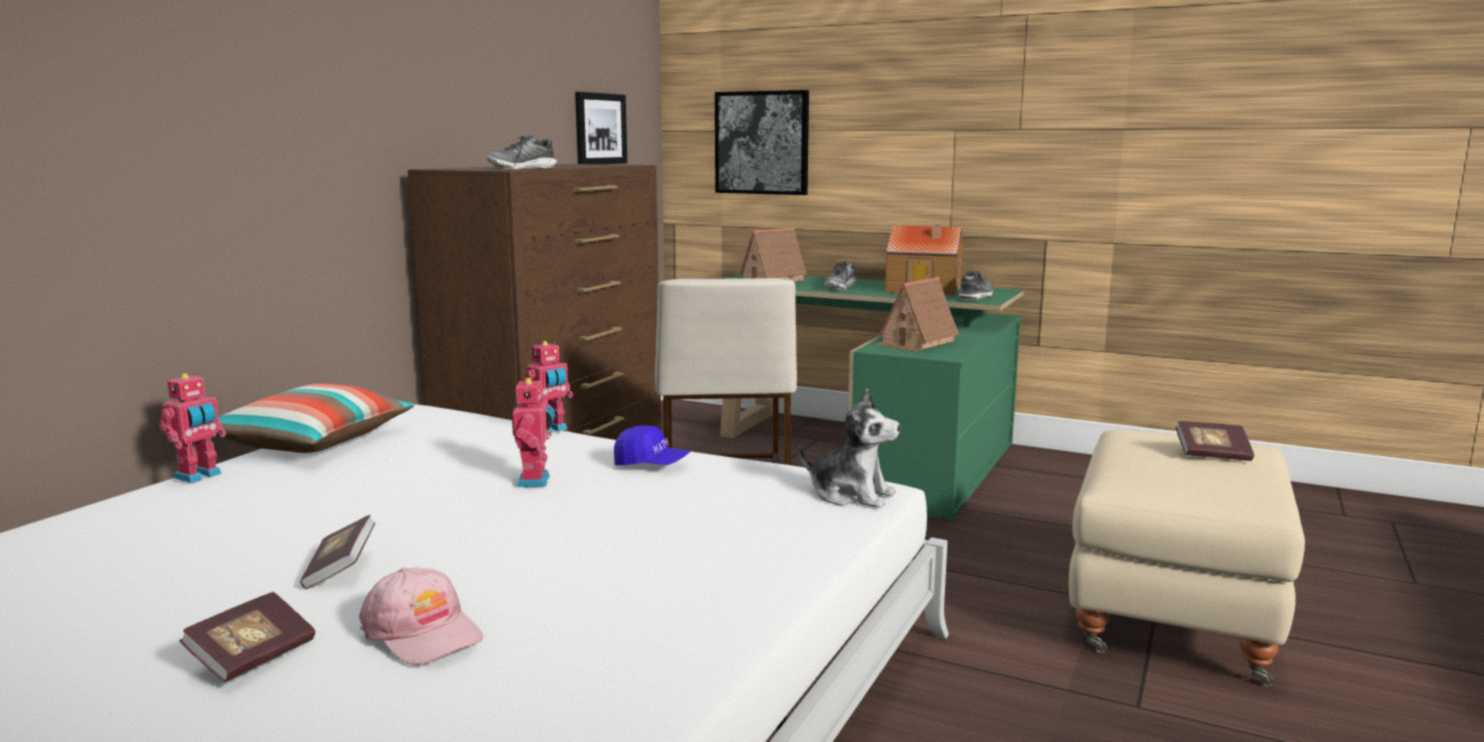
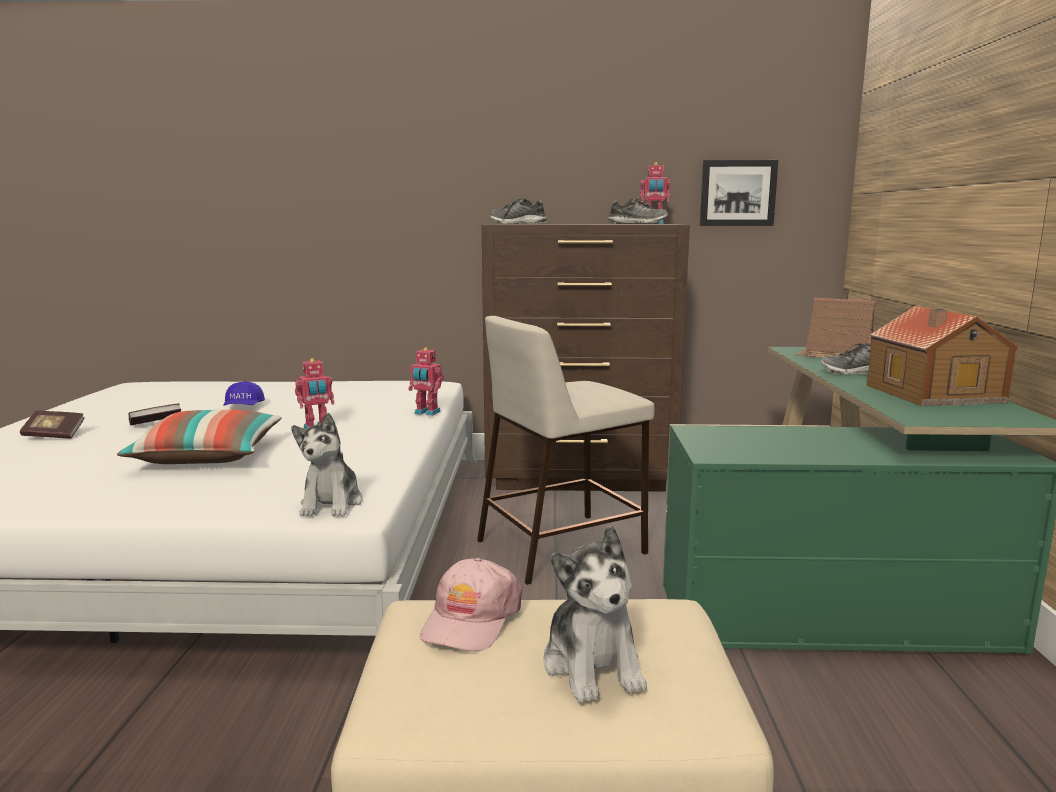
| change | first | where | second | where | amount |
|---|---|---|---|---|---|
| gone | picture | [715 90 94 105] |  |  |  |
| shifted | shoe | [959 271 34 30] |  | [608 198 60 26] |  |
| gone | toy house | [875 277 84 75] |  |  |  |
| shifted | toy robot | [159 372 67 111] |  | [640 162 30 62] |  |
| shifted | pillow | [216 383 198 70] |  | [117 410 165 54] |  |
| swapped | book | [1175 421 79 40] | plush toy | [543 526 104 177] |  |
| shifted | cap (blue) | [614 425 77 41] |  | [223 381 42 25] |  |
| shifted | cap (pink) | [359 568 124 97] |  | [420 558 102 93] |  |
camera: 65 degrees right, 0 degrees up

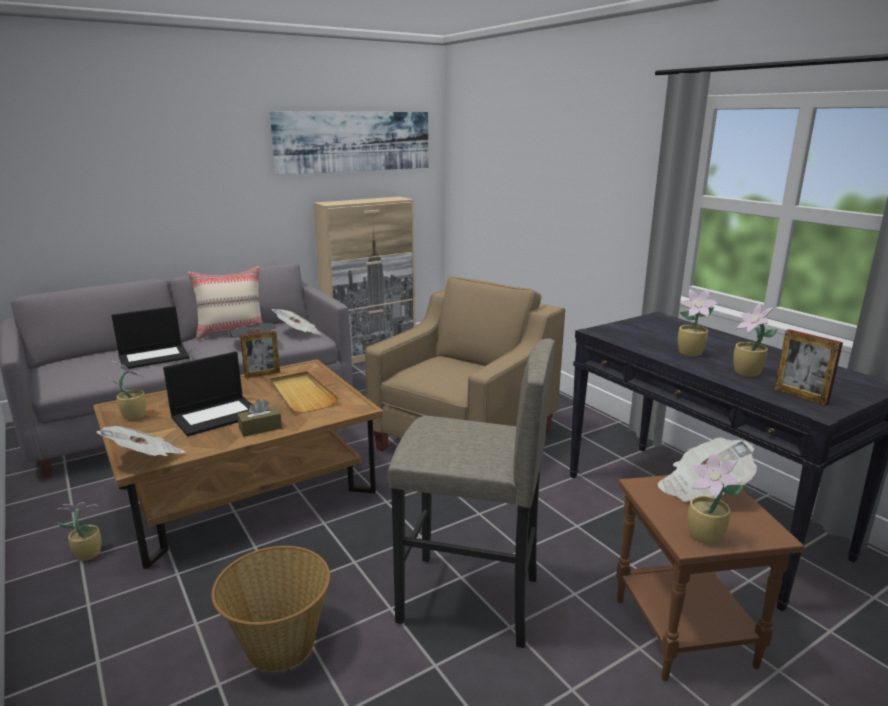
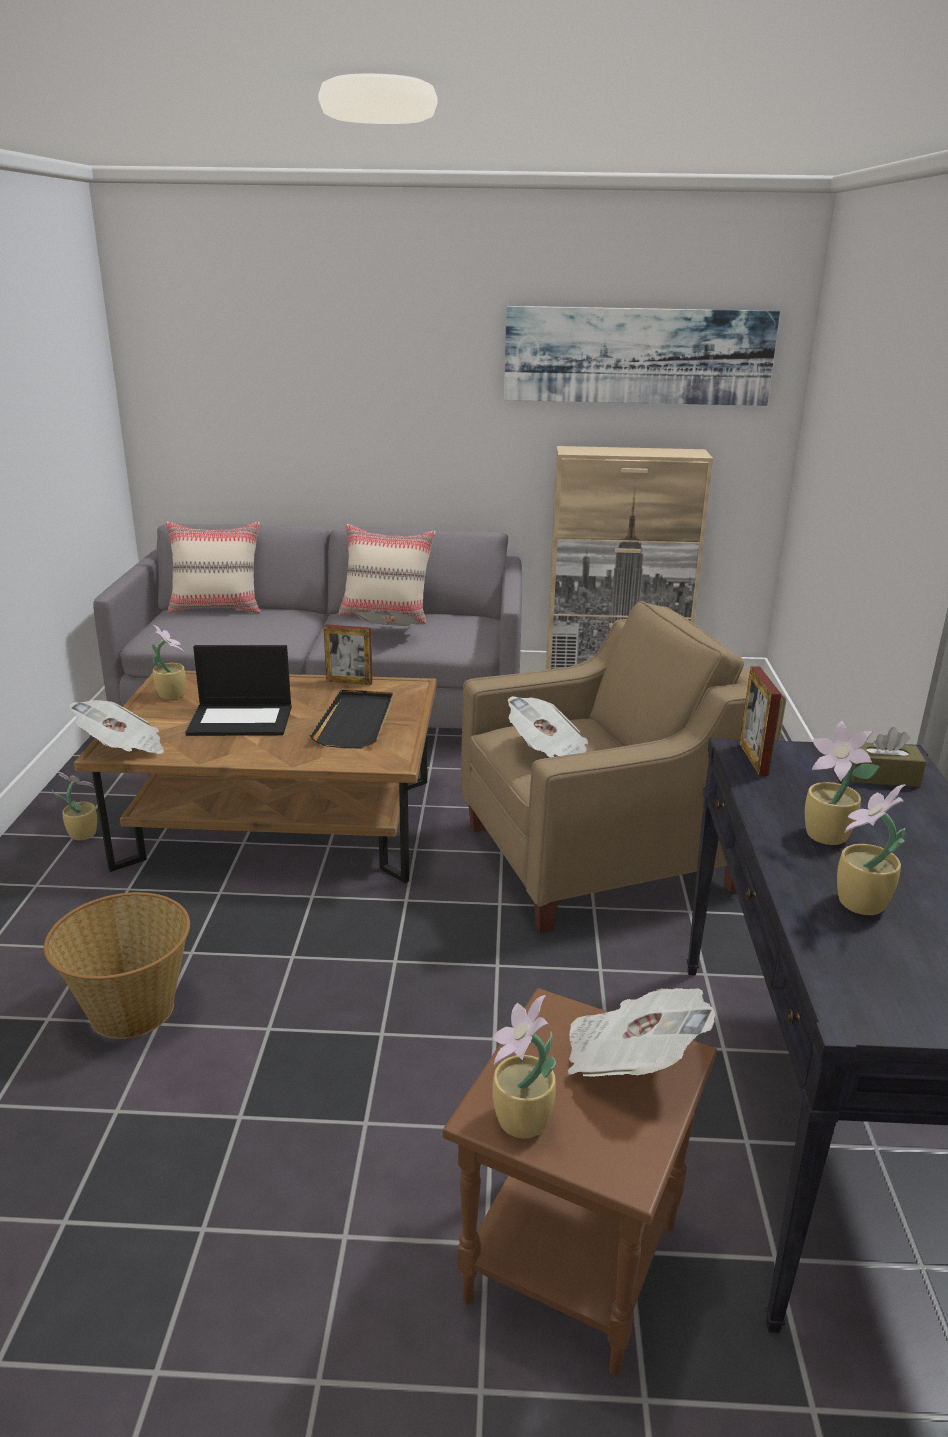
| change | first | where | second | where | amount |
|---|---|---|---|---|---|
| gone | laptop | [111 306 79 63] |  |  |  |
| shifted | newspaper | [272 309 50 26] |  | [508 696 80 61] |  |
| shifted | picture frame | [774 329 69 77] |  | [739 666 43 110] |  |
| gone | stool (grey) | [388 338 167 310] |  |  |  |
| repainted | tray (beige) | [270 371 69 42] | tray (black) | [310 690 83 58] |  |
| shifted | tissue box (brown) | [237 399 45 38] |  | [851 727 75 60] |  |
| new |  |  | pillow (beige) | [166 522 94 91] |  |
camera: 35 degrees right, 5 degrees up

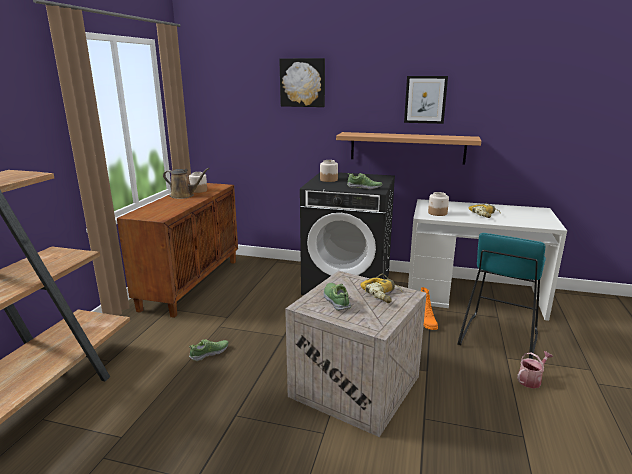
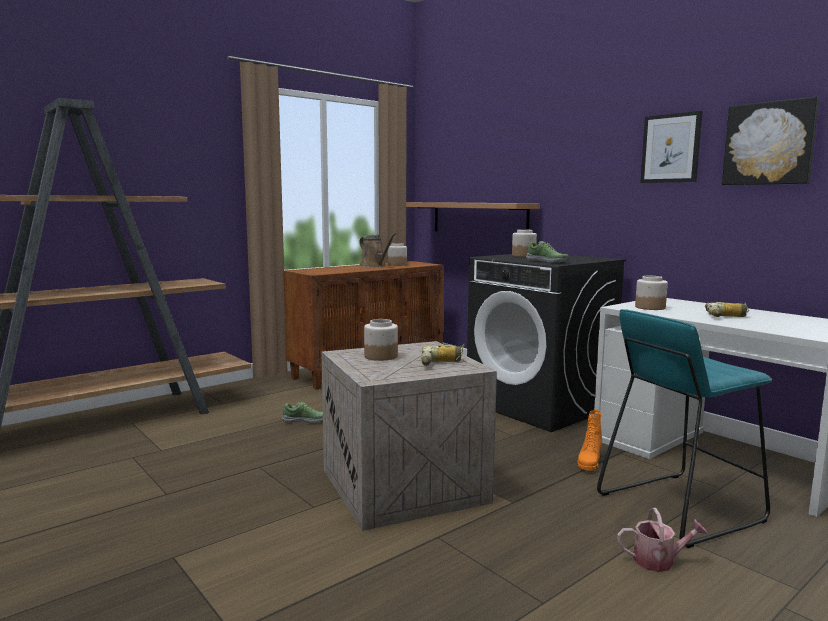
| change | first | where | second | where | amount |
|---|---|---|---|---|---|
| shifted | picture | [279 58 46 49] |  | [722 97 97 88] |  |
| shifted | shelf | [336 132 145 33] |  | [406 202 134 30] |  |
| swapped | shoe | [323 283 28 28] | jar | [364 319 34 42] |  |
camera: 35 degrees right, 10 degrees down

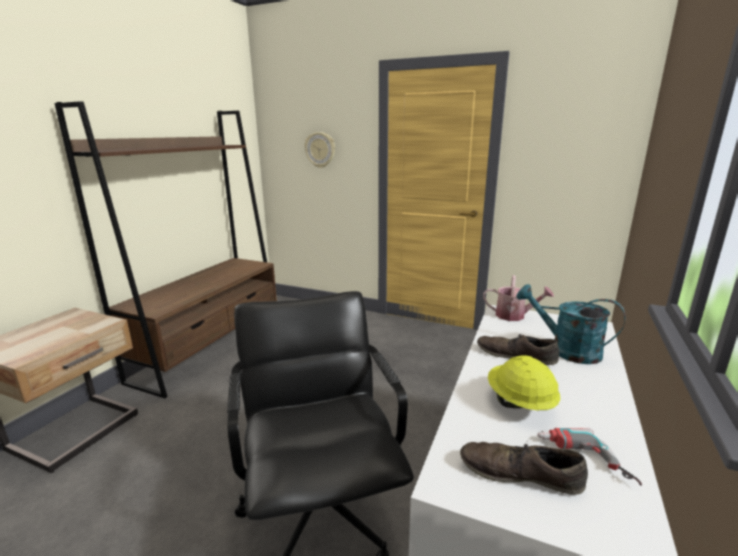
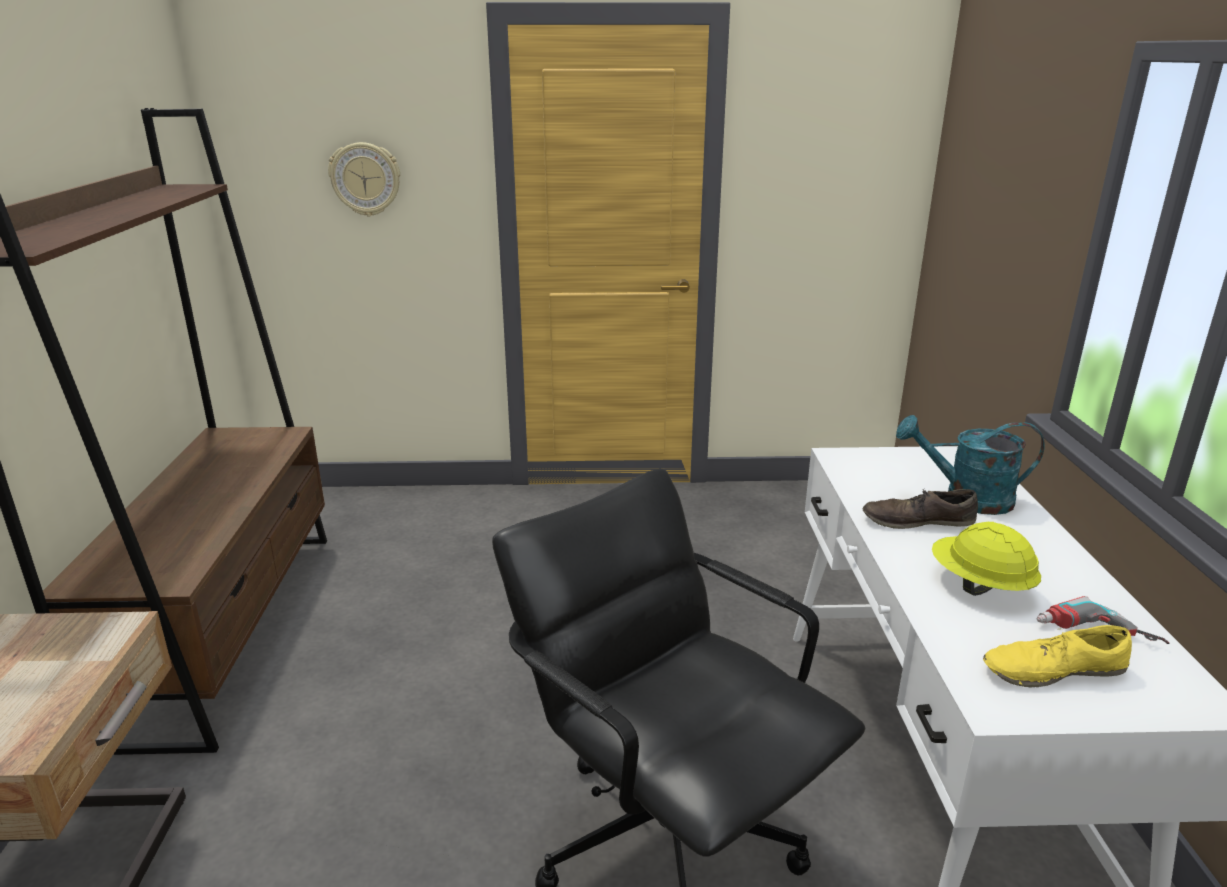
| change | first | where | second | where | amount |
|---|---|---|---|---|---|
| gone | watering can | [483 275 71 46] |  |  |  |
| repainted | shoe (brown) | [460 442 128 53] | shoe (yellow) | [983 625 149 63] |  |
camera: 25 degrees left, 5 degrees up

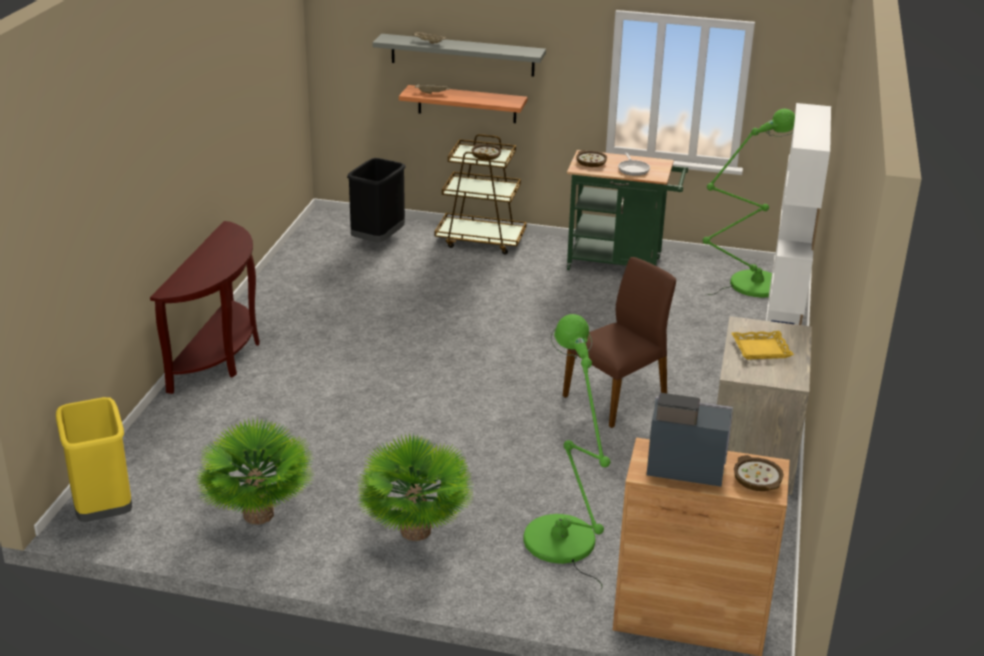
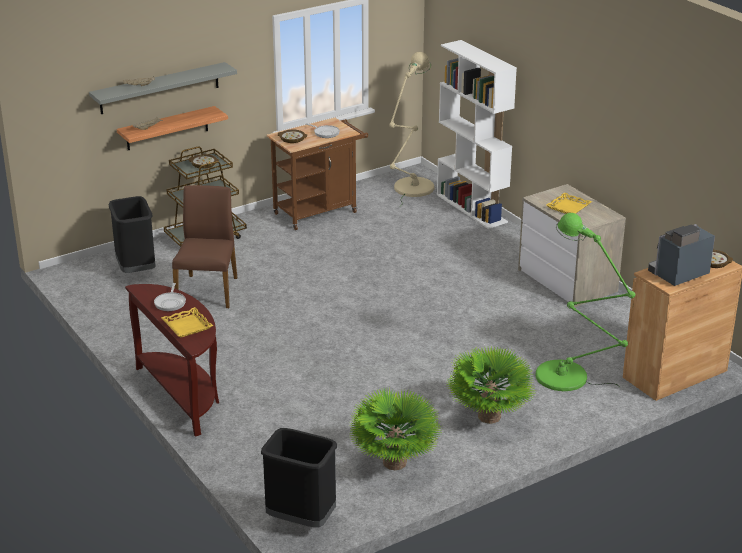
| change | first | where | second | where | amount |
|---|---|---|---|---|---|
| repainted | floor lamp (green) | [703 109 92 189] | floor lamp (beige) | [389 52 46 155] |  |
| repainted | cart (green) | [567 150 121 120] | cart (brown) | [267 118 101 112] |  |
| shifted | chair (brown) | [563 257 113 171] |  | [172 185 65 123] |  |
| repainted | trash can (yellow) | [56 397 76 125] | trash can (black) | [261 428 76 100] |  |
| new |  |  | frying pan | [154 283 32 28] |  |
| new |  |  | tray (yellow) | [161 307 52 31] |  |
camera: 45 degrees left, 0 degrees up

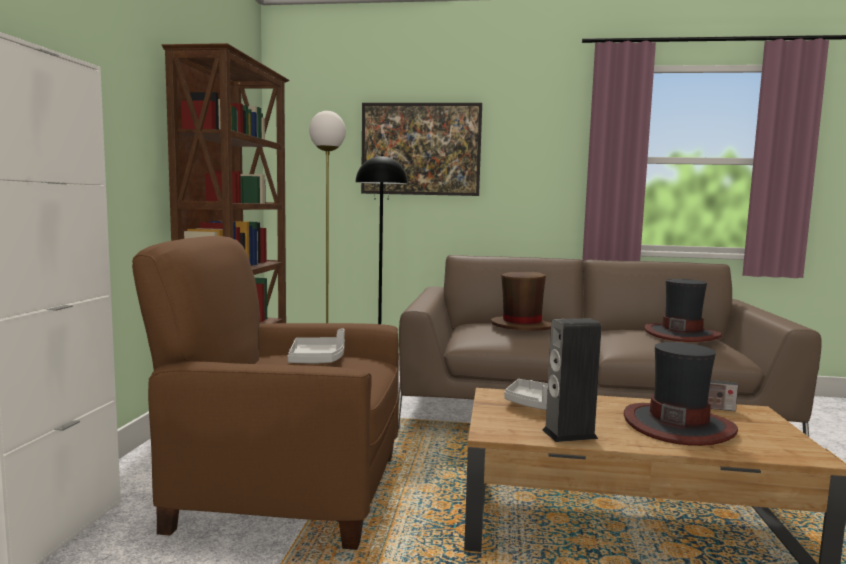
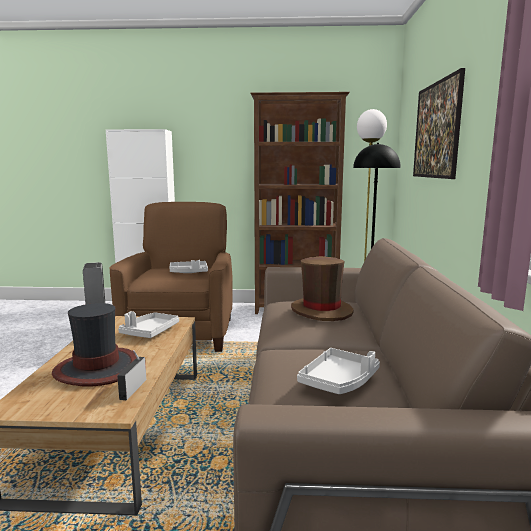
| change | first | where | second | where | amount |
|---|---|---|---|---|---|
| swapped | hat | [644 279 78 63] | tray (grey) | [297 348 83 46] |  |
camera: 85 degrees right, 5 degrees up

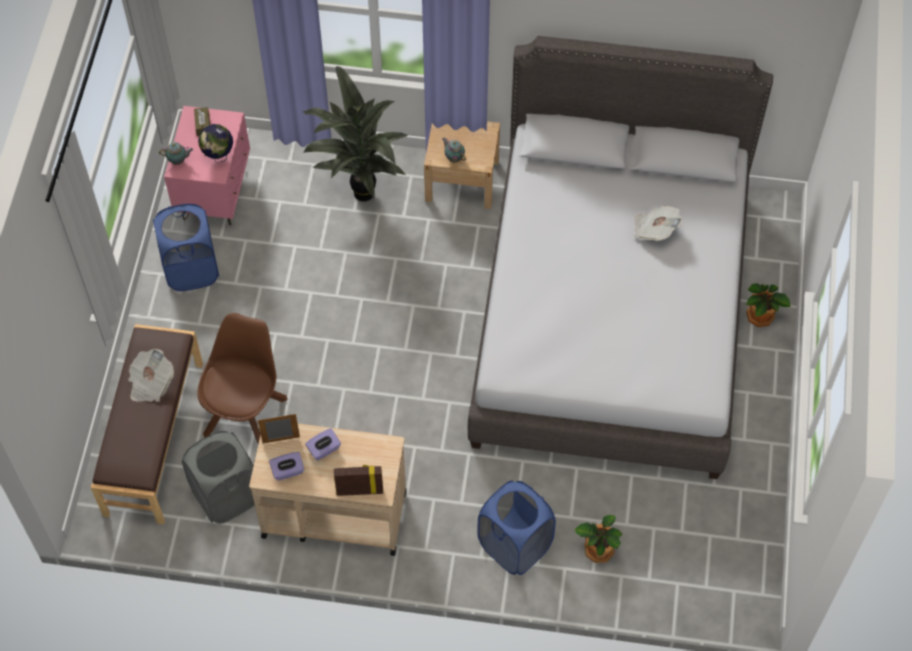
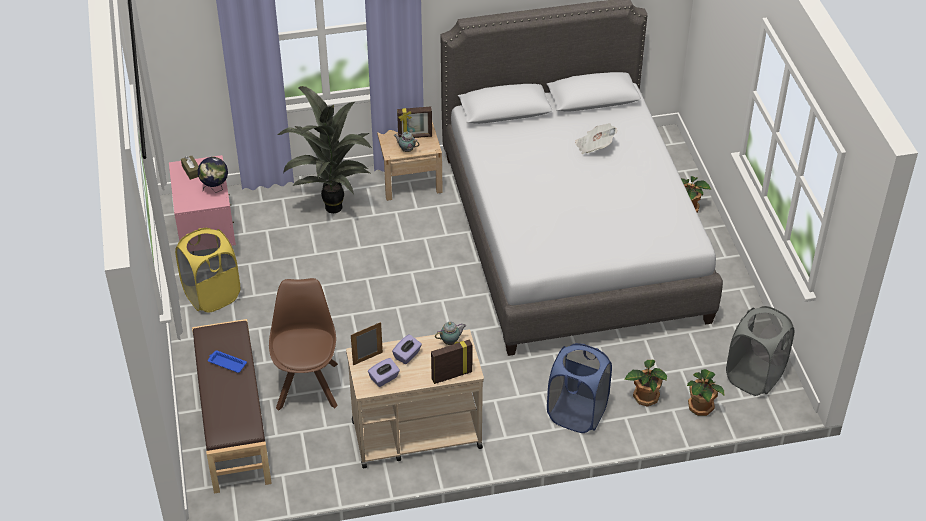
| change | first | where | second | where | amount |
|---|---|---|---|---|---|
| shifted | teapot | [159 142 34 23] |  | [435 322 31 23] |  |
| repainted | laundry basket (blue) | [153 204 66 87] | laundry basket (yellow) | [175 228 65 85] |  |
| swapped | newspaper | [128 349 46 53] | tray (blue) | [208 350 39 23] |  |
| shifted | laundry basket (grey) | [182 431 73 93] |  | [726 306 68 90] |  |
| new |  |  | picture frame | [397 107 35 31] |  |
| new |  |  | potted plant | [687 369 37 47] |  |
camera: 20 degrees left, 15 degrees down

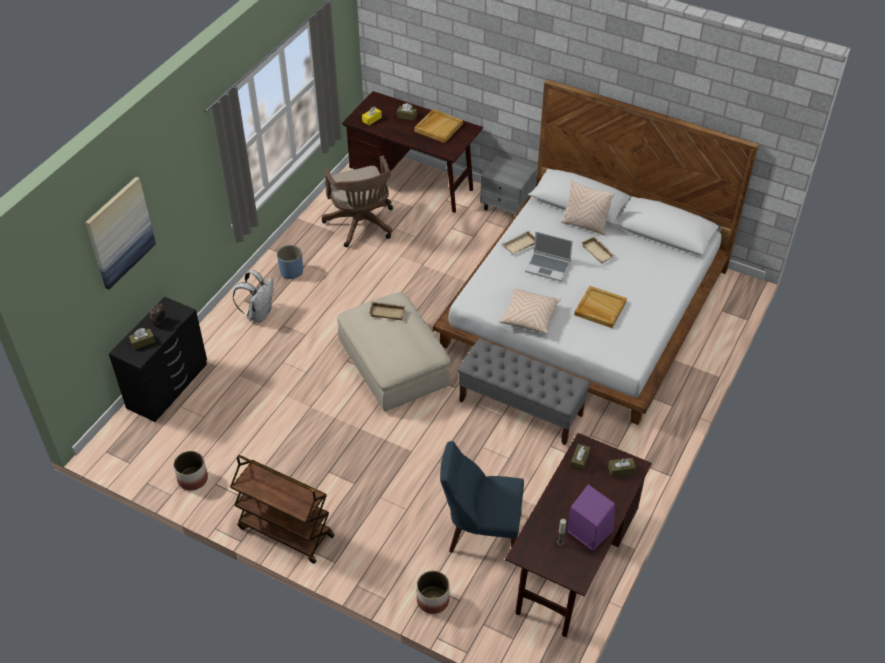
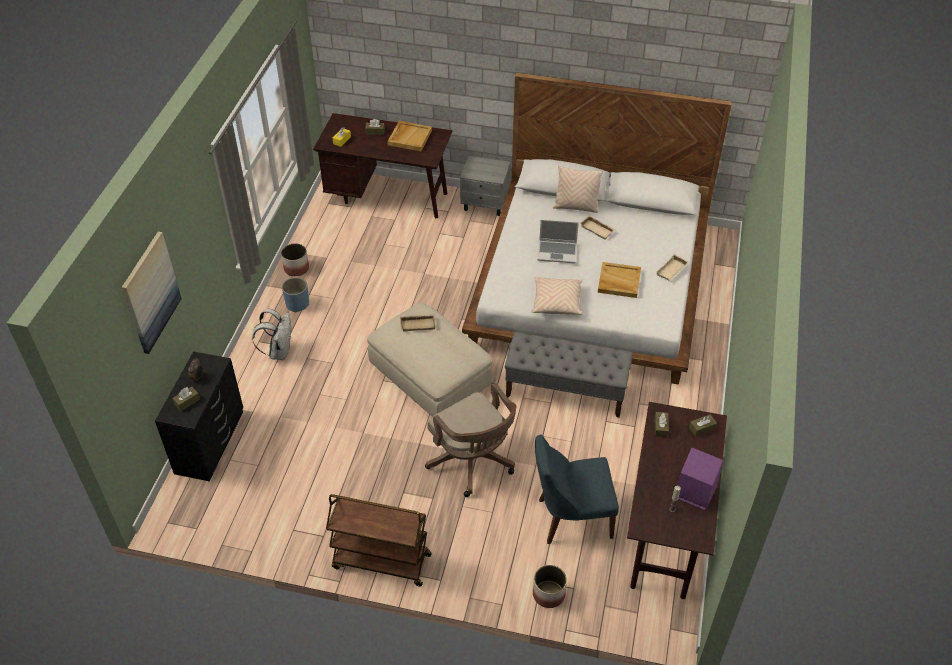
| change | first | where | second | where | amount |
|---|---|---|---|---|---|
| shifted | office chair (brown) | [322 155 71 92] |  | [425 383 91 114] |  |
| shifted | tray (beige) | [503 230 32 24] |  | [656 254 32 27] |  |
| shifted | planter | [173 451 35 40] |  | [281 244 28 32] |  |
camera: 15 degrees left, 0 degrees up

